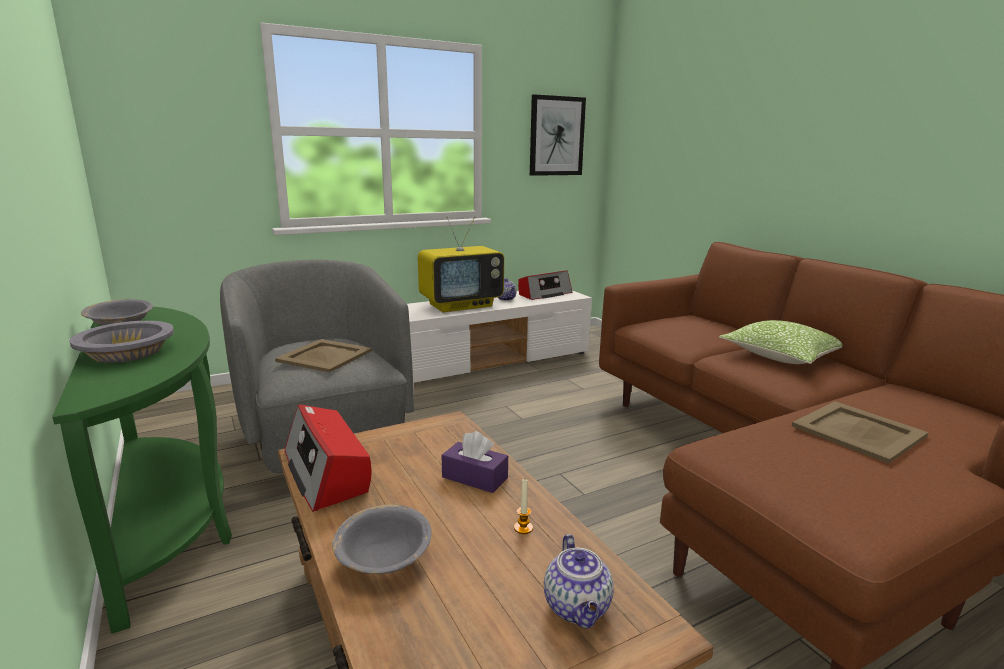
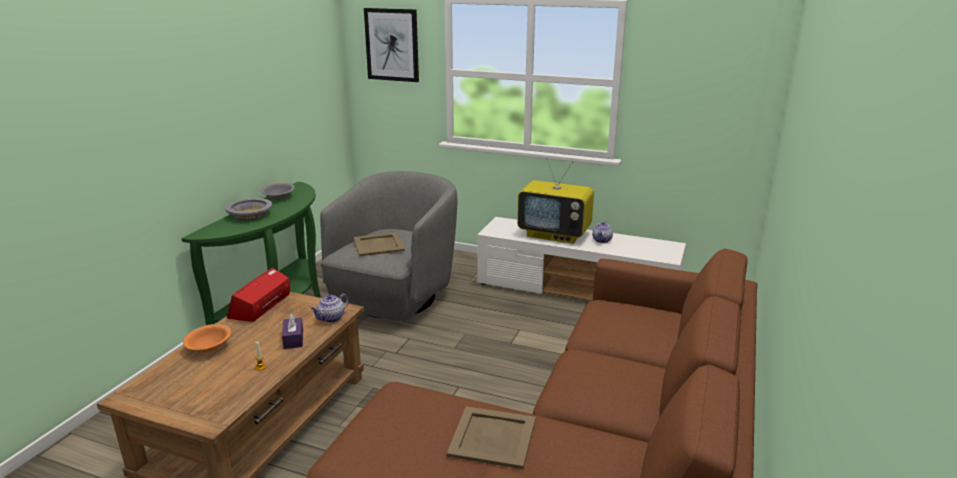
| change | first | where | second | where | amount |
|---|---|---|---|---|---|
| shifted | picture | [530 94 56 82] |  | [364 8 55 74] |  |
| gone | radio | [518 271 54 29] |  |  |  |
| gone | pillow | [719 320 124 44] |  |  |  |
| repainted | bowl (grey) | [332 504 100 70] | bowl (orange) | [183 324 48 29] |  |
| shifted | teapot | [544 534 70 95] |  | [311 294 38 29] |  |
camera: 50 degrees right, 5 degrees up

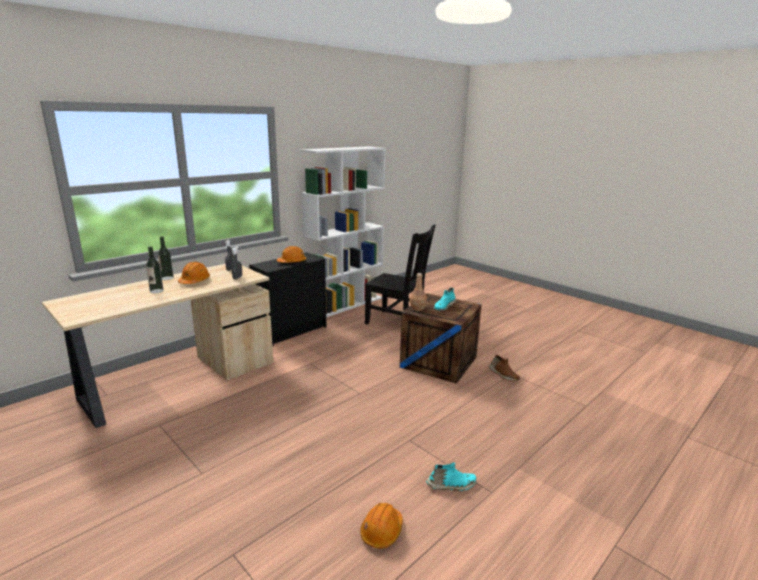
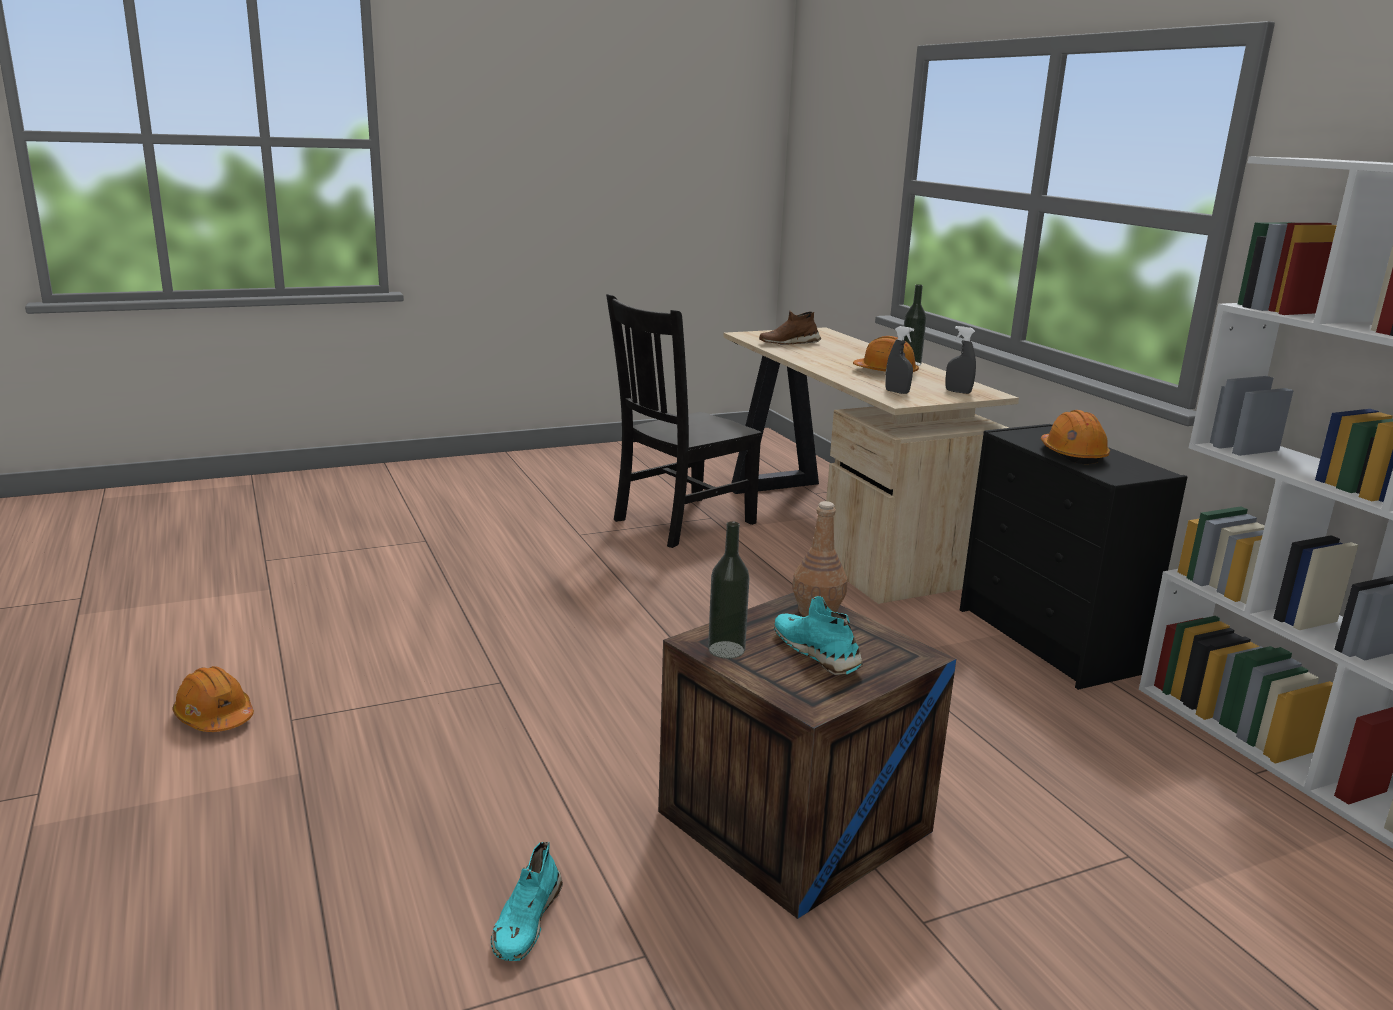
| change | first | where | second | where | amount |
|---|---|---|---|---|---|
| shifted | chair (black) | [365 224 71 100] |  | [606 294 156 254] |  |
| shifted | bottle | [146 246 18 47] |  | [708 521 41 138] |  |
| shifted | shoe (brown) | [489 354 31 27] |  | [759 310 62 34] |  |
| shifted | shoe (turquoise) | [426 462 50 29] |  | [491 842 72 119] |  |
| shifted | hard hat (orange) | [360 503 43 45] |  | [172 666 82 66] |  |
camera: 110 degrees right, 0 degrees up

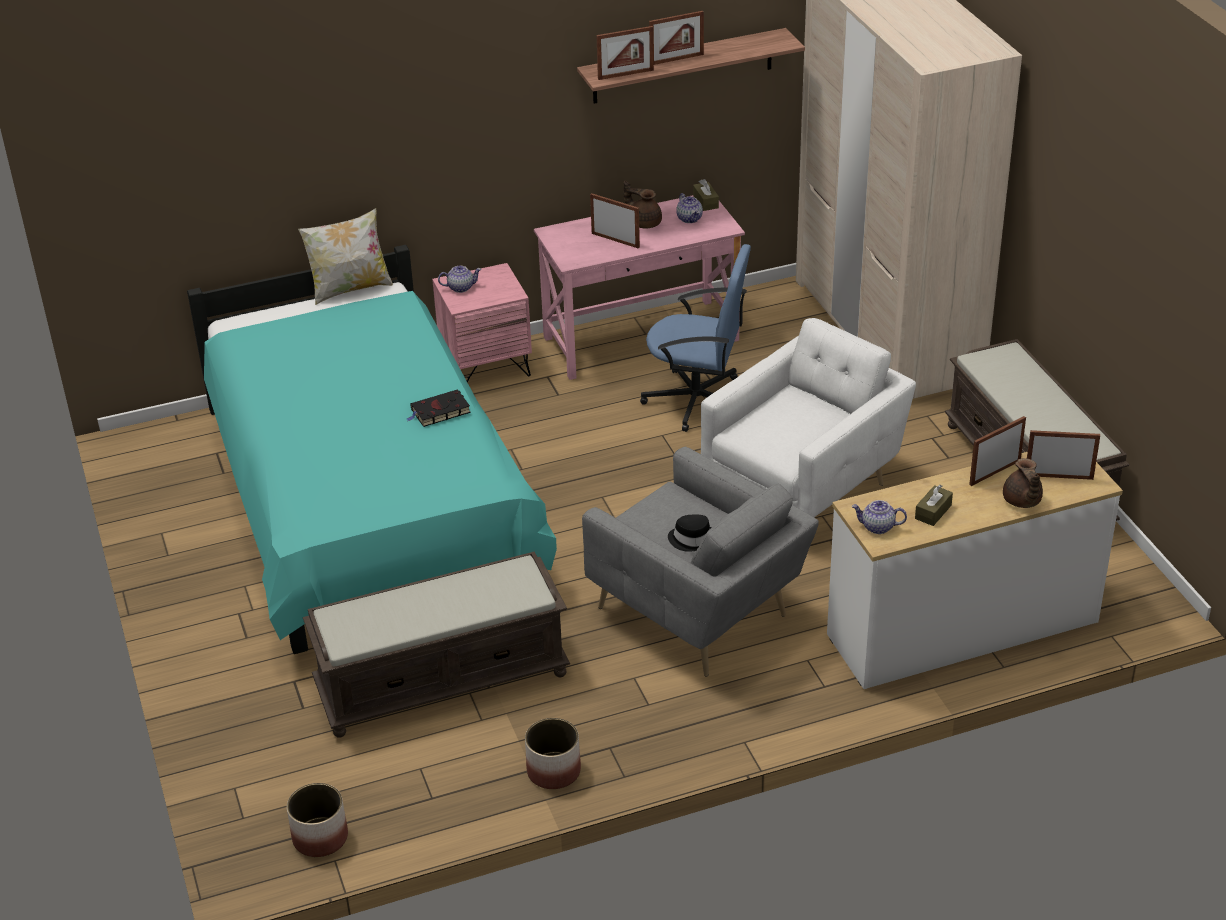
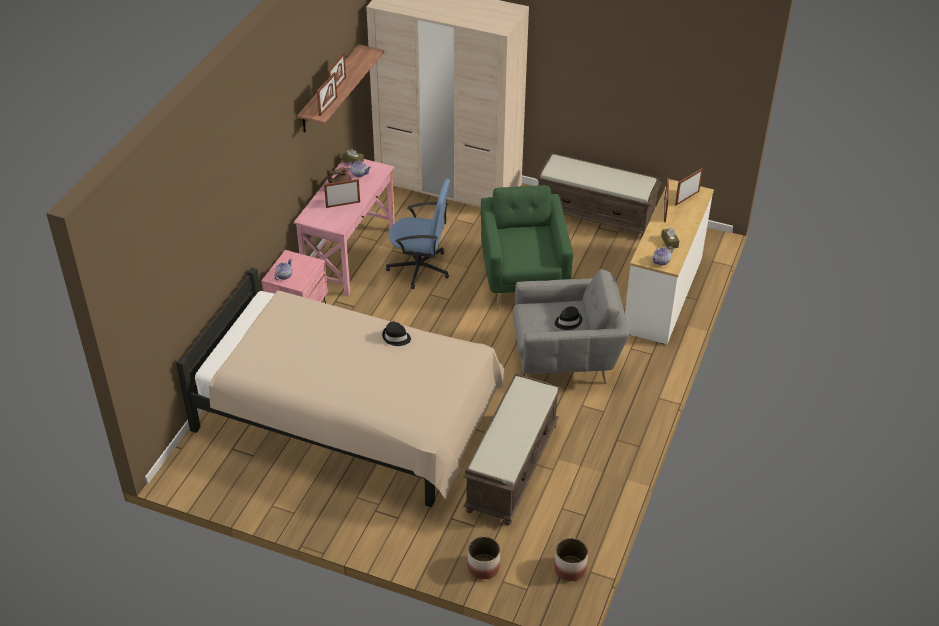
| change | first | where | second | where | amount |
|---|---|---|---|---|---|
| gone | pillow | [298 208 95 97] |  |  |  |
| rotated | office chair (blue) | [640 244 111 188] |  | [386 179 64 110] | 45 degrees clockwise |
| repainted | bed (turquoise) | [187 245 370 409] | bed (beige) | [176 267 328 240] |  |
| repainted | armchair (white) | [701 318 215 199] | armchair (green) | [481 185 92 125] |  |
| swapped | book (black) | [407 389 64 38] | hat (black) | [382 321 29 25] |  |
| gone | teapot (brown) | [1003 458 40 50] |  |  |  |
| shifted | planter | [525 718 56 71] |  | [467 536 33 43] |  |
camera: 50 degrees left, 5 degrees up

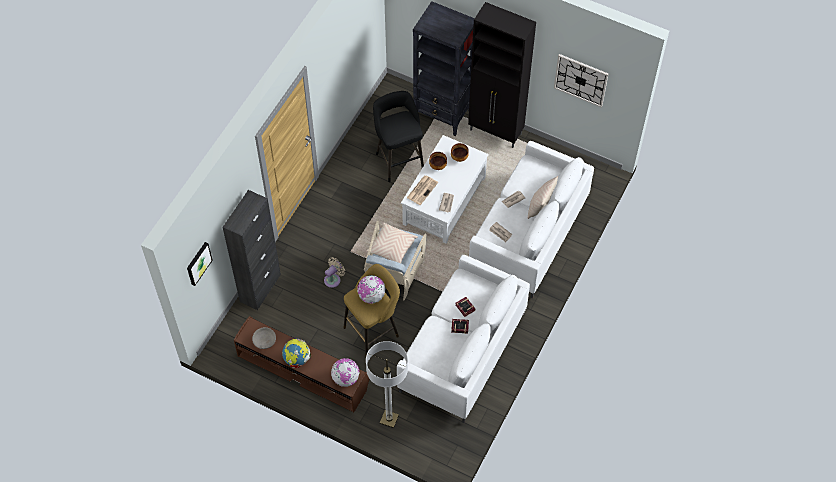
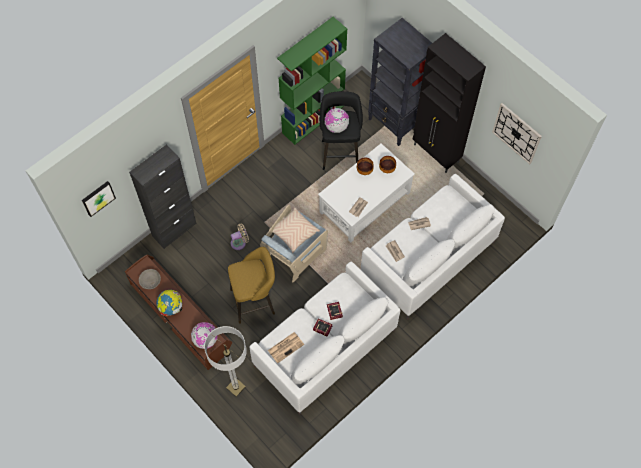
| change | first | where | second | where | amount |
|---|---|---|---|---|---|
| shifted | newspaper | [407 175 31 30] |  | [268 332 36 31] |  |
| gone | pillow (beige) | [528 176 30 43] |  |  |  |
| shifted | globe | [357 275 29 29] |  | [324 108 25 25] |  |
| new |  |  | bookcase (green) | [277 17 70 128] |  |
camera: 20 degrees right, 5 degrees up

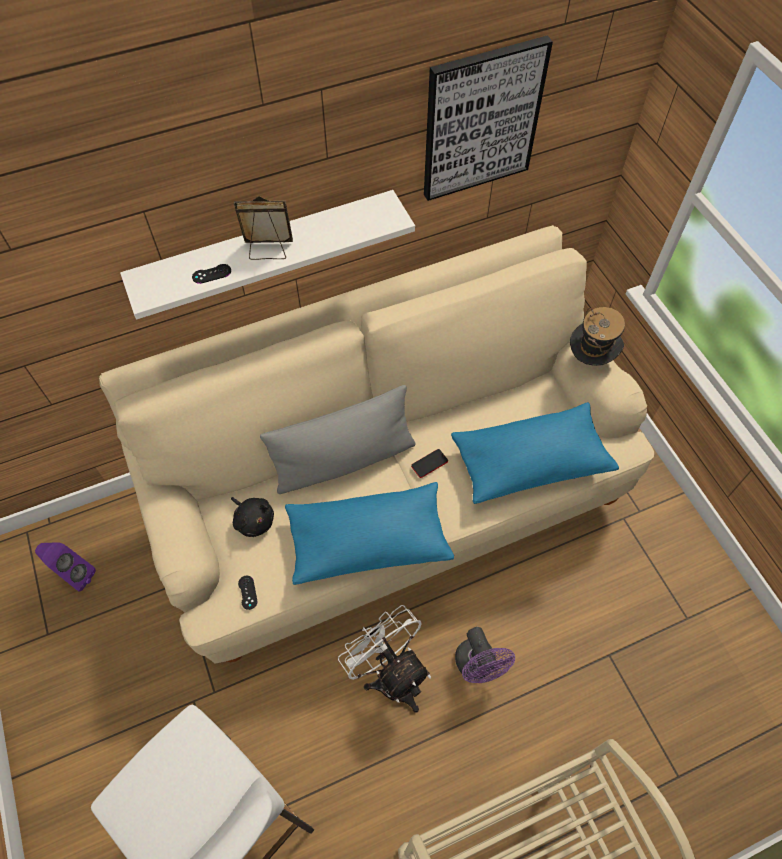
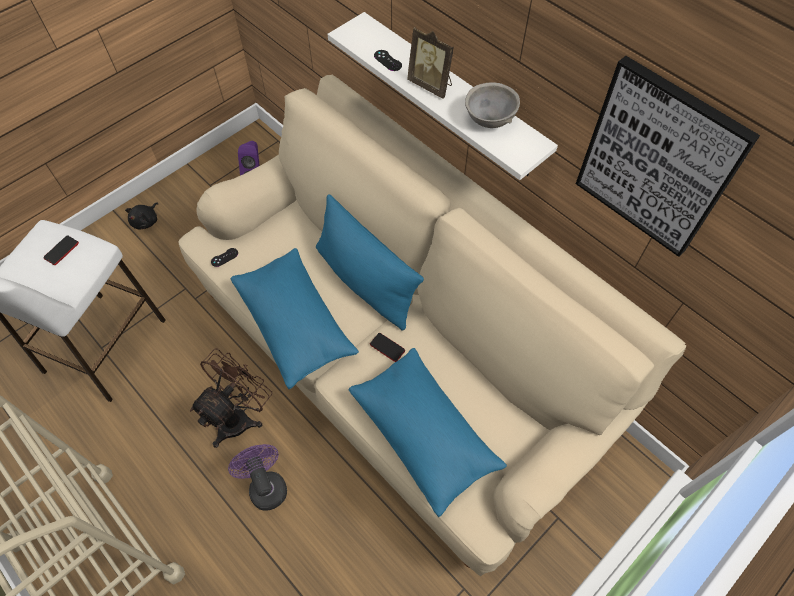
| change | first | where | second | where | amount |
|---|---|---|---|---|---|
| rotated | picture frame | [234 196 59 64] |  | [407 27 47 71] | 150 degrees clockwise |
| gone | hat | [570 307 55 59] |  |  |  |
| repainted | pillow (grey) | [260 385 155 109] | pillow (blue) | [316 194 108 137] |  |
| shifted | plush toy (black) | [231 497 43 40] |  | [125 202 33 28] |  |
| repainted | fan (white) | [338 605 93 108] | fan (brown) | [190 348 82 100] |  |
| rotated | fan (purple) | [455 627 60 56] |  | [228 444 59 67] | 105 degrees clockwise |
| new |  |  | bowl (grey) | [465 82 55 46] |  |
| new |  |  | phone | [43 235 36 30] |  |
camera: 70 degrees right, 0 degrees up

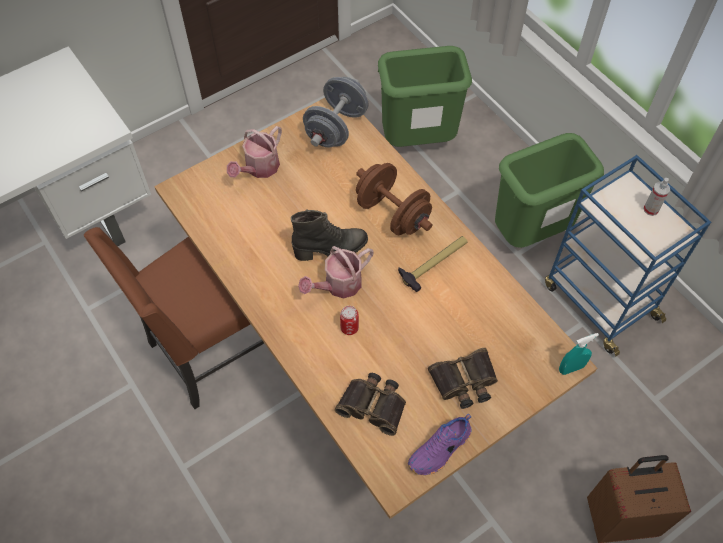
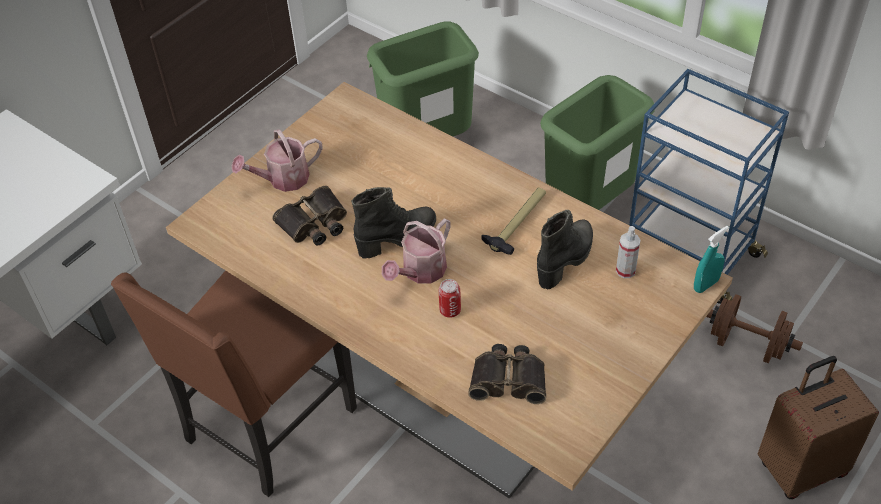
| change | first | where | second | where | amount |
|---|---|---|---|---|---|
| gone | dumbbell (grey) | [303 77 65 70] |  |  |  |
| rotated | watering can | [227 126 55 52] |  | [232 130 91 62] | 45 degrees clockwise |
| shifted | dumbbell (brown) | [356 163 76 72] |  | [706 294 97 69] |  |
| shifted | spray bottle | [643 178 27 38] |  | [616 226 25 52] |  |
| shifted | binoculars | [428 348 70 61] |  | [272 186 75 60] |  |
| gone | shoe (purple) | [408 414 63 61] |  |  |  |
| new |  |  | boot (black) | [537 210 56 80] |  |
camera: 15 degrees left, 10 degrees down

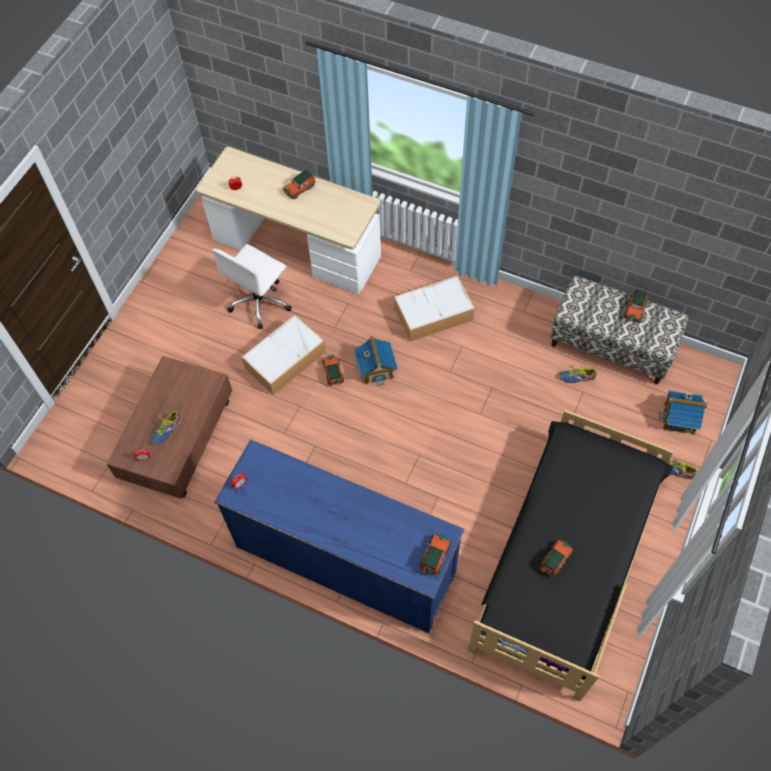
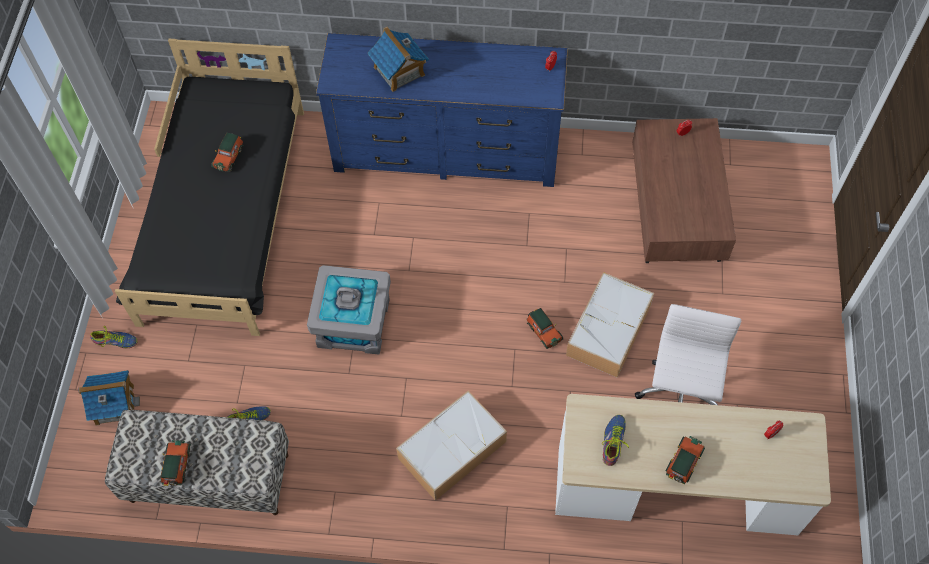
| change | first | where | second | where | amount |
|---|---|---|---|---|---|
| shifted | toy house | [354 336 44 50] |  | [367 27 62 65] |  |
| shifted | shoe | [151 409 30 36] |  | [602 415 27 51] |  |
| gone | toy car | [419 534 33 42] |  |  |  |
| new |  |  | storage box (grey) | [307 265 84 90] |  |
camera: 160 degrees right, 0 degrees up

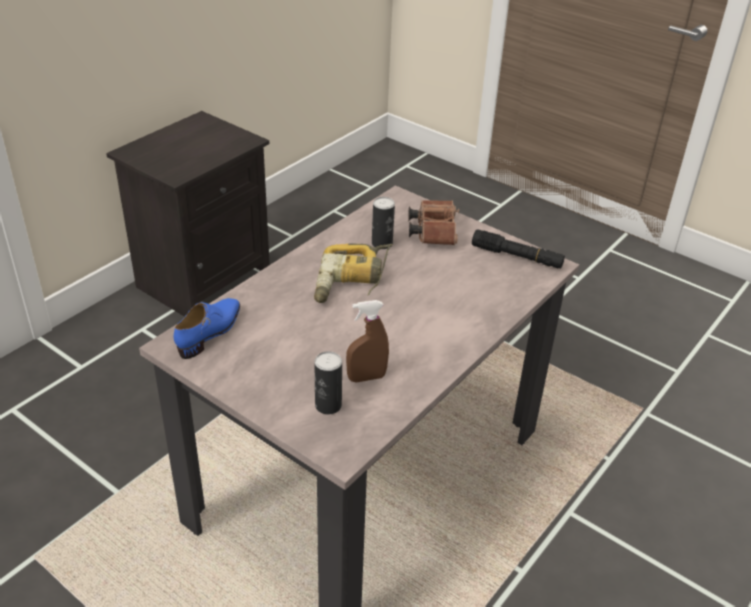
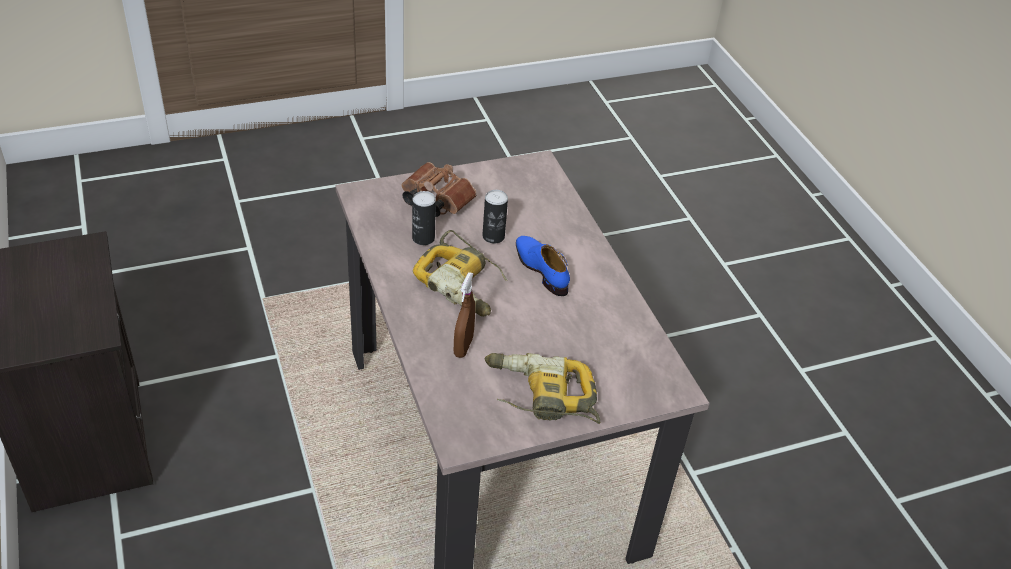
| change | first | where | second | where | amount |
|---|---|---|---|---|---|
| gone | flashlight (black) | [472 229 93 39] |  |  |  |
| shifted | shoe (blue) | [173 298 67 61] |  | [516 236 54 60] |  |
| shifted | spray bottle (brown) | [346 300 43 83] |  | [454 272 21 86] |  |
| shifted | can | [314 351 28 64] |  | [482 190 26 54] |  |
| new |  |  | power drill | [485 353 115 71] |  |
camera: 60 degrees left, 5 degrees up

